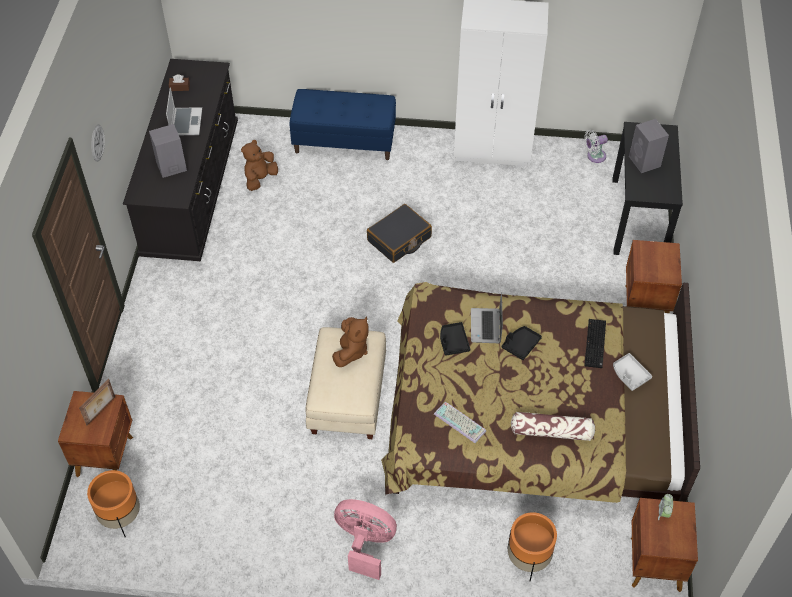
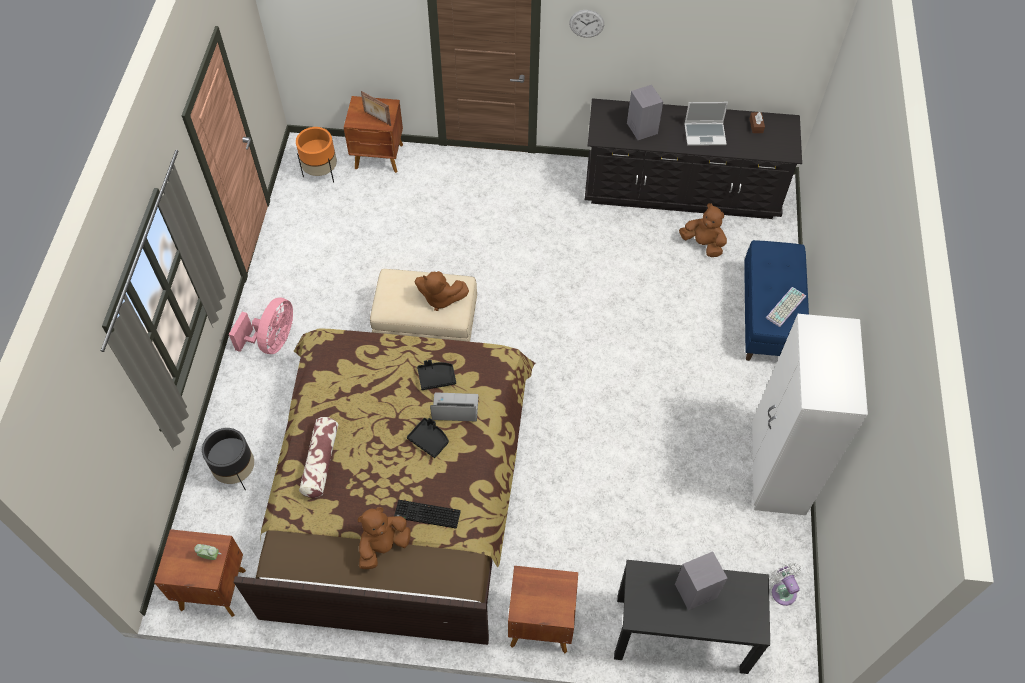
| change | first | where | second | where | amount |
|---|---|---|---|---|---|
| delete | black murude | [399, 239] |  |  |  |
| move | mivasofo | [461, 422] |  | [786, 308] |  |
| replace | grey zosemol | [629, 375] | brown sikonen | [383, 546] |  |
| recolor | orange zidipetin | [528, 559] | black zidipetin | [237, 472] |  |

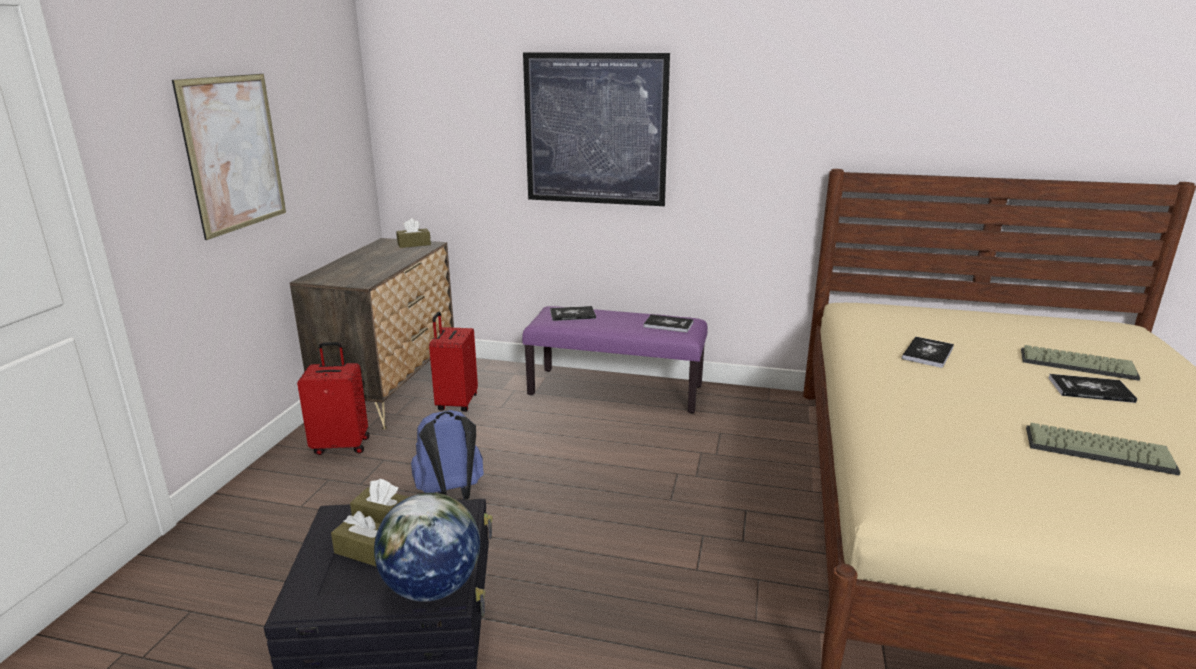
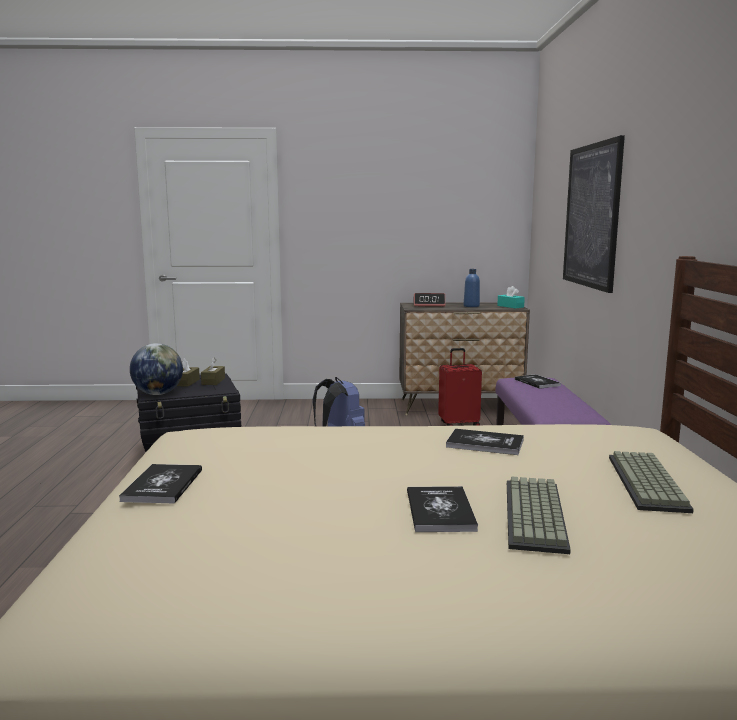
| change | first | where | second | where | amount |
|---|---|---|---|---|---|
| delete | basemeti | [234, 153] |  |  |  |
| delete | red murude | [341, 445] |  |  |  |
| insert |  |  | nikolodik | [429, 305] |  |
| insert |  |  | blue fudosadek | [471, 306] |  |
| move | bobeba | [668, 324] |  | [163, 485] |  |
| move | mivasofo | [1099, 449] |  | [649, 483] |  |
| recolor | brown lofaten | [414, 244] | turquoise lofaten | [510, 306] |  |

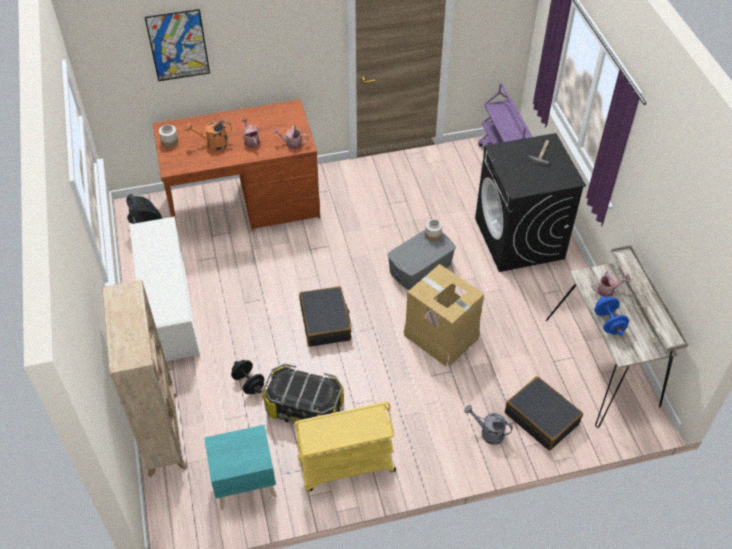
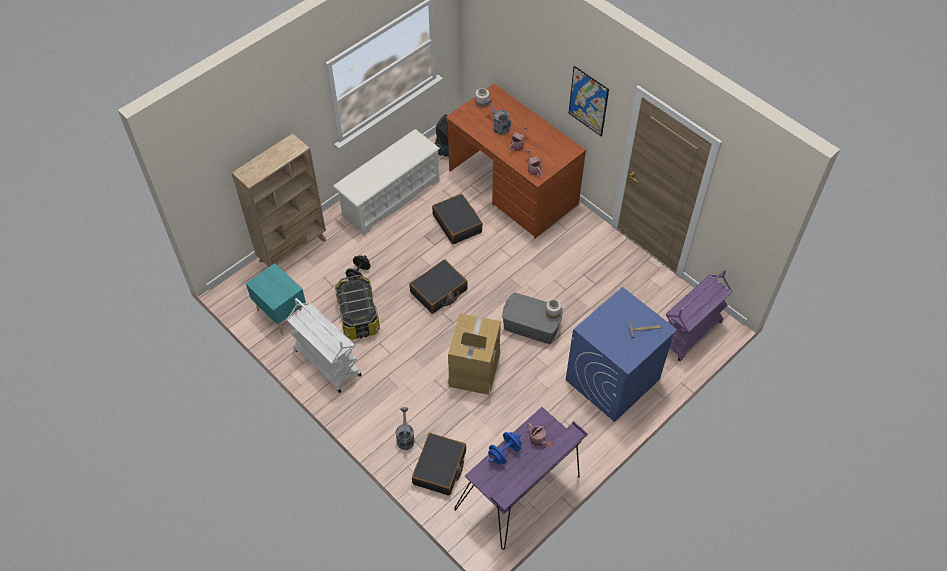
| change | first | where | second | where | amount |
|---|---|---|---|---|---|
| insert |  |  | black murude | [457, 223] |  |
| move | basemeti | [178, 45] |  | [588, 101] |  |
| recolor | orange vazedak | [213, 143] | grey vazedak | [499, 126] |  |
| recolor | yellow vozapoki | [345, 466] | white vozapoki | [326, 362] |  |
| recolor | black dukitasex | [519, 239] | blue dukitasex | [612, 380] |  |
| recolor | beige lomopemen | [605, 364] | purple lomopemen | [521, 493] |  |

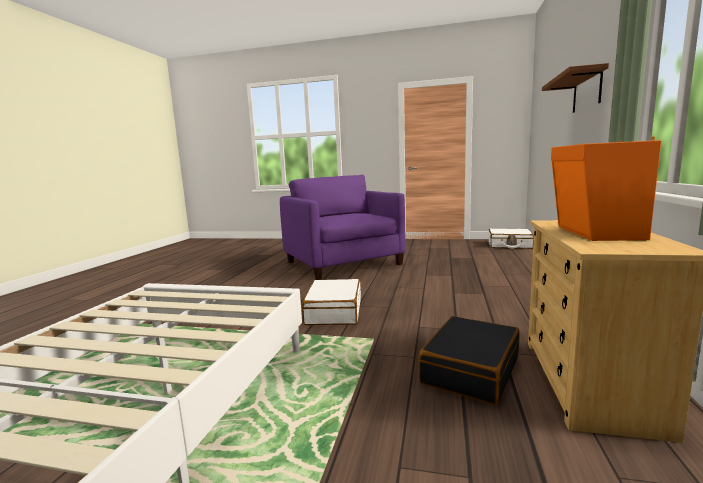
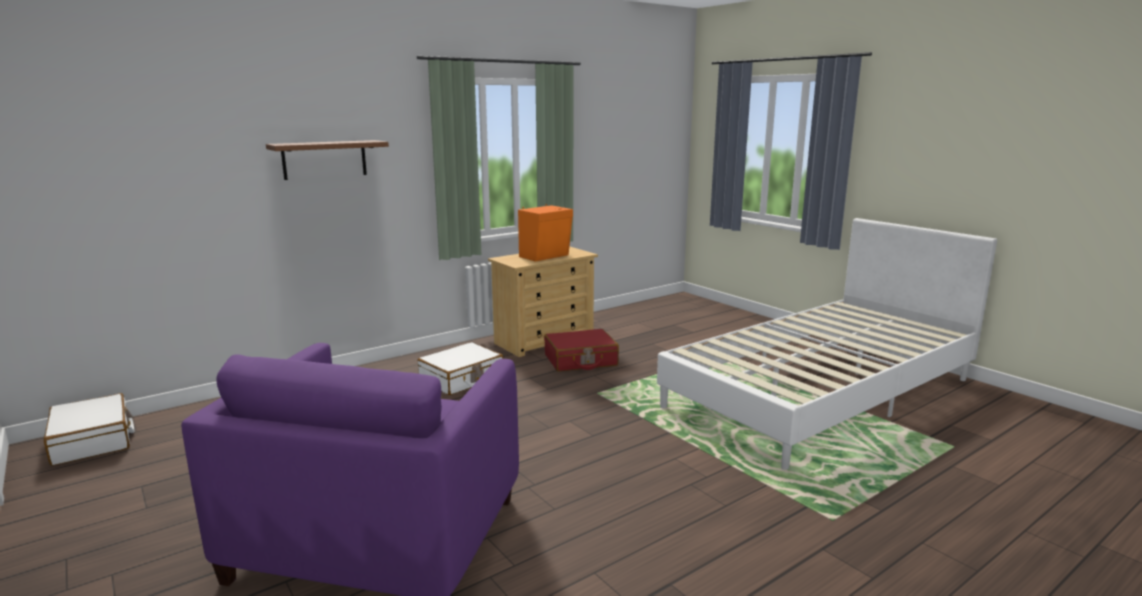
| change | first | where | second | where | amount |
|---|---|---|---|---|---|
| move | white murude | [333, 312] |  | [462, 379] |  |
| recolor | black murude | [470, 370] | red murude | [580, 360] |  |

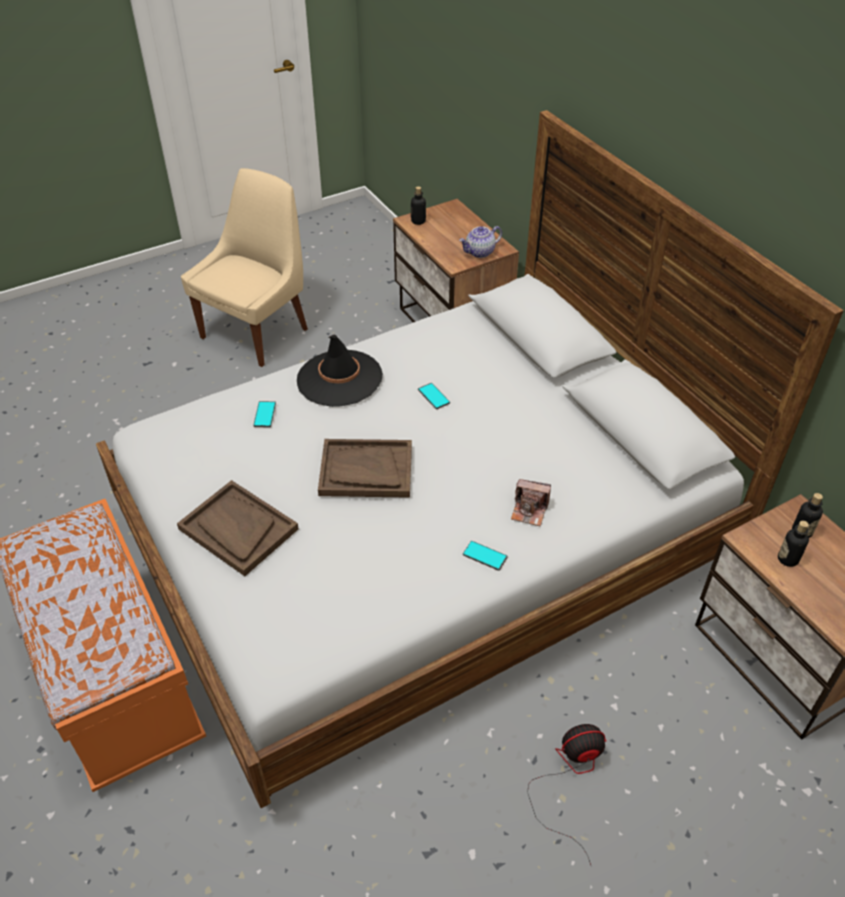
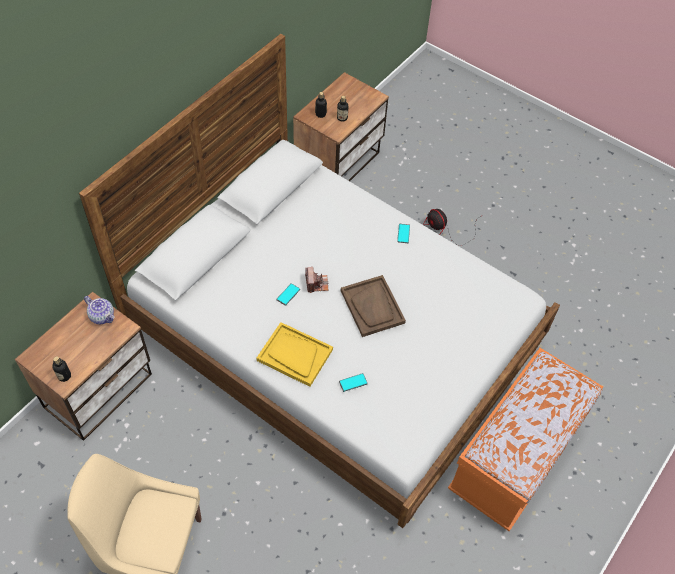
| change | first | where | second | where | amount |
|---|---|---|---|---|---|
| delete | brown zosemol | [238, 529] |  |  |  |
| move | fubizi | [529, 510] |  | [316, 284] |  |
| replace | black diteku | [339, 378] | yellow zosemol | [294, 355] |  |

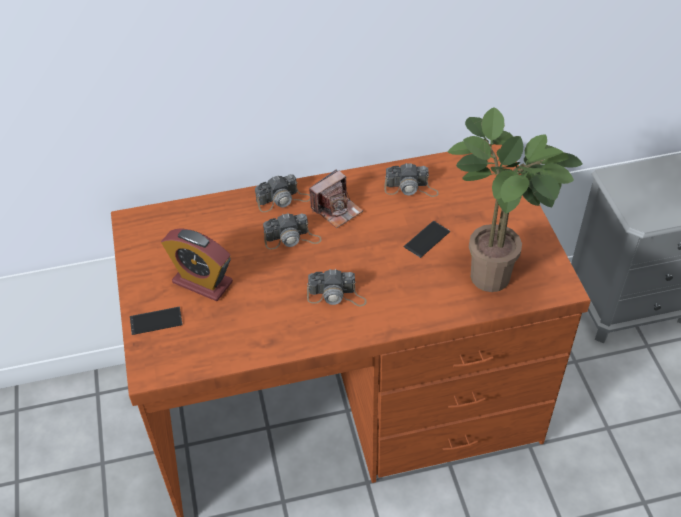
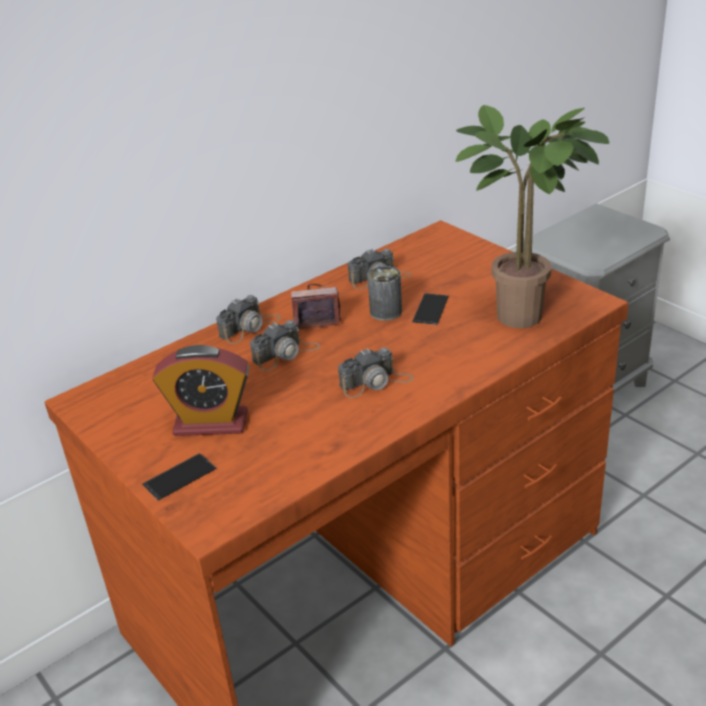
| change | first | where | second | where | amount |
|---|---|---|---|---|---|
| insert |  |  | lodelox | [386, 312] |  |
| rotate | fubizi | [336, 209] |  | [315, 316] | 120 degrees counterclockwise |

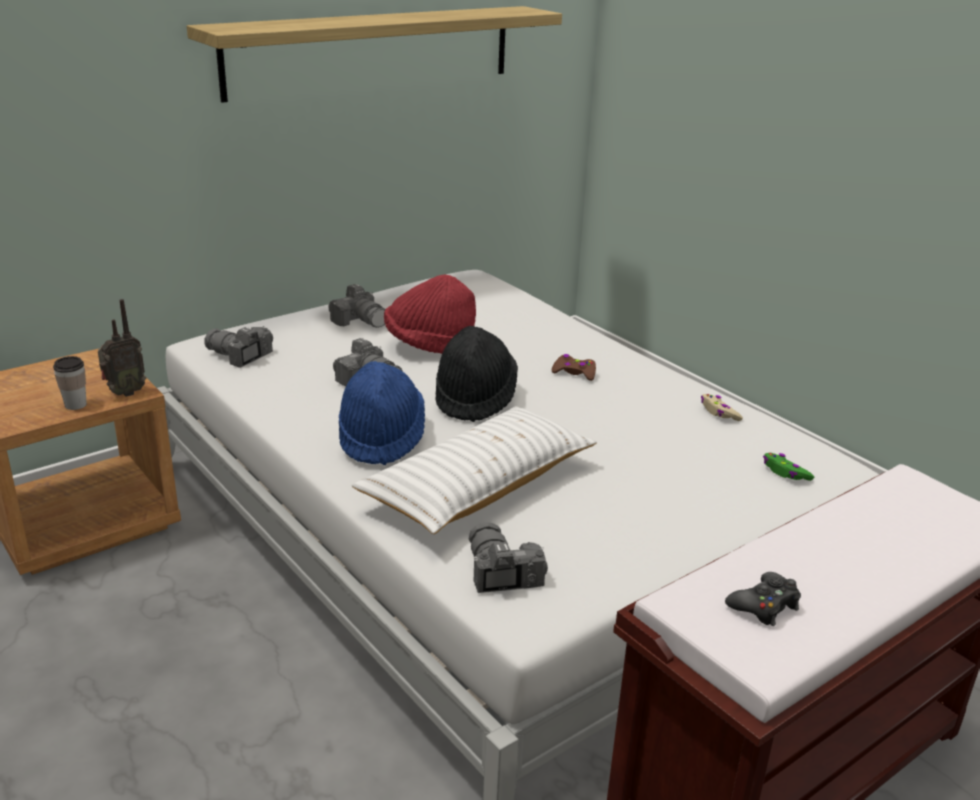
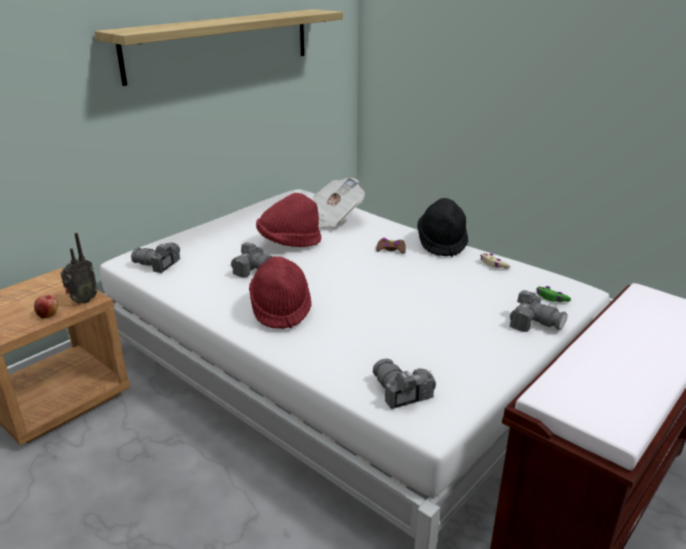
| change | first | where | second | where | amount |
|---|---|---|---|---|---|
| delete | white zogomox | [478, 487] |  |  |  |
| delete | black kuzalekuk | [764, 606] |  |  |  |
| insert |  |  | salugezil | [332, 218] |  |
| move | fubizi | [361, 321] |  | [534, 323] |  |
| move | black diteku | [475, 398] |  | [442, 243] |  |
| replace | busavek | [75, 405] | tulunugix | [48, 314] |  |
| recolor | blue diteku | [381, 437] | red diteku | [280, 309] |  |

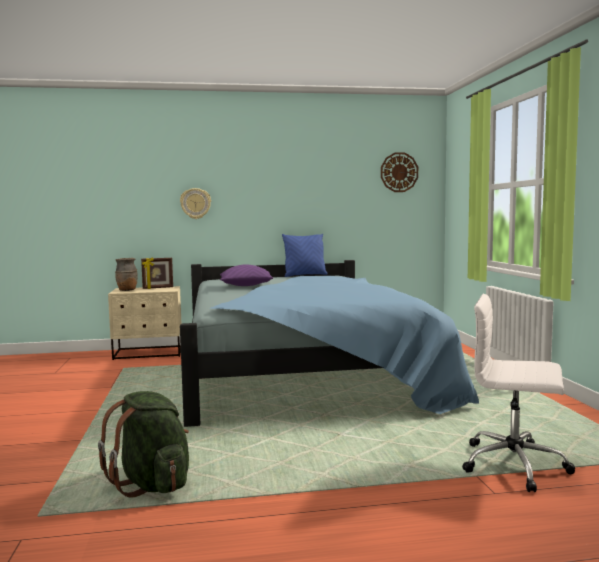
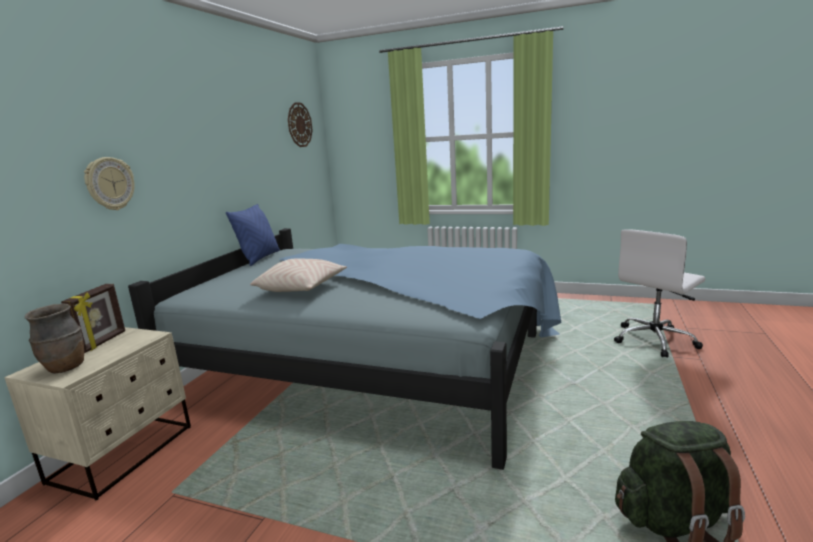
| change | first | where | second | where | amount |
|---|---|---|---|---|---|
| recolor | purple zogomox | [246, 286] | beige zogomox | [302, 288] |  |

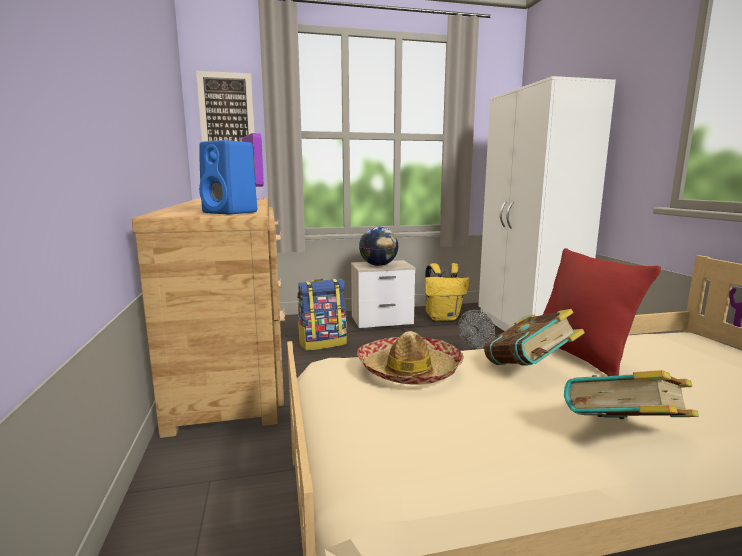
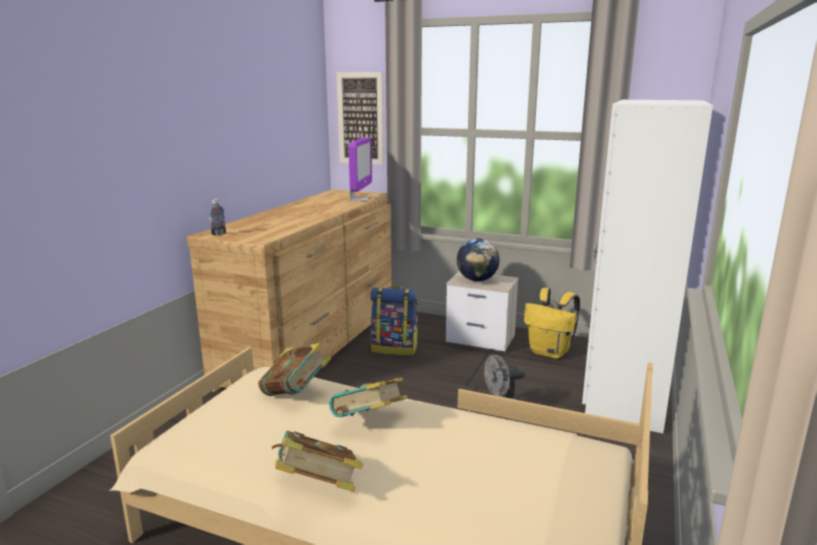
| change | first | where | second | where | amount |
|---|---|---|---|---|---|
| delete | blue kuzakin | [232, 212] |  |  |  |
| delete | red zogomox | [580, 356] |  |  |  |
| insert |  |  | fudosadek | [218, 234] |  |
| replace | diteku | [409, 370] | bobeba | [296, 394] |  |

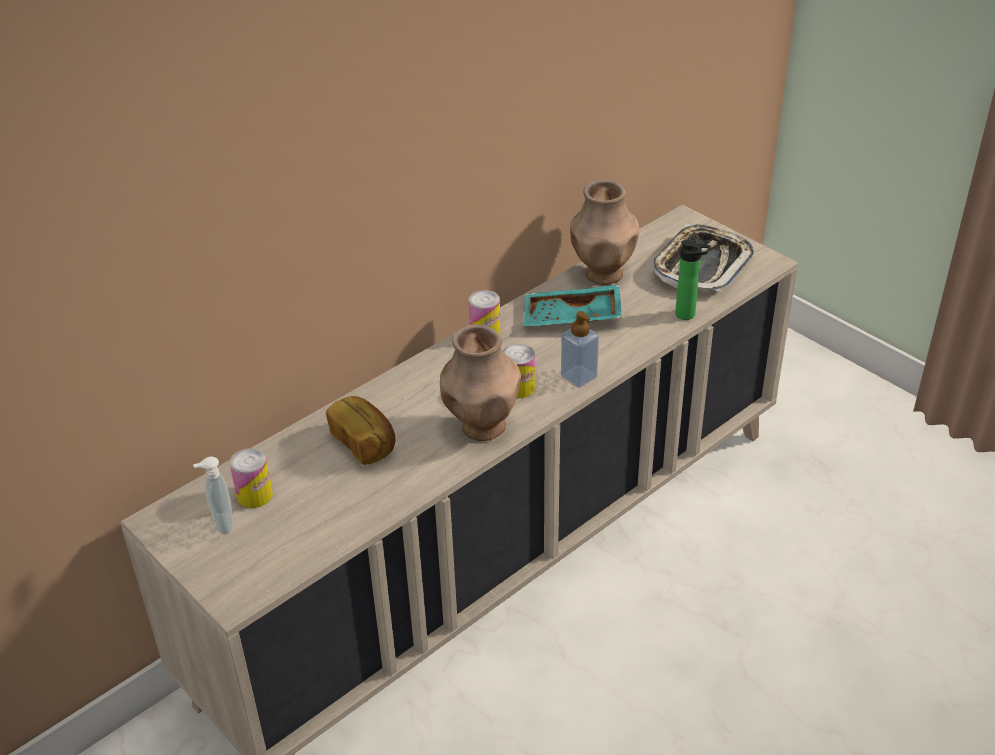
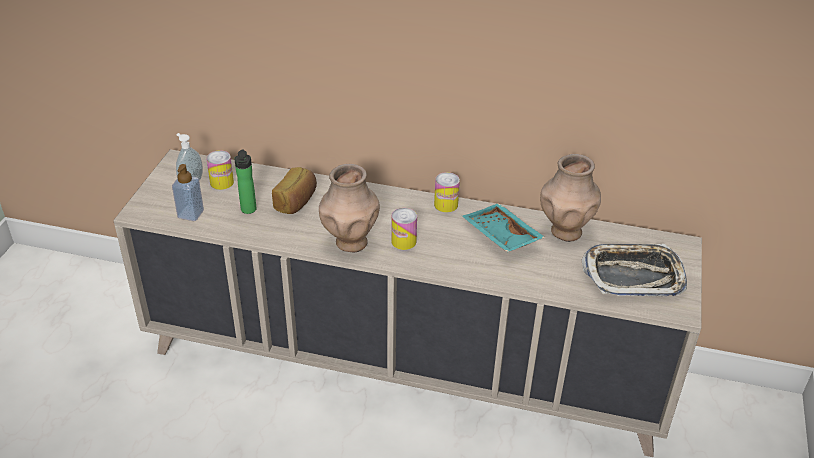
| change | first | where | second | where | amount |
|---|---|---|---|---|---|
| move | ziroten | [579, 377] |  | [190, 214] |  |
| move | fudosadek | [688, 315] |  | [248, 211] |  |

